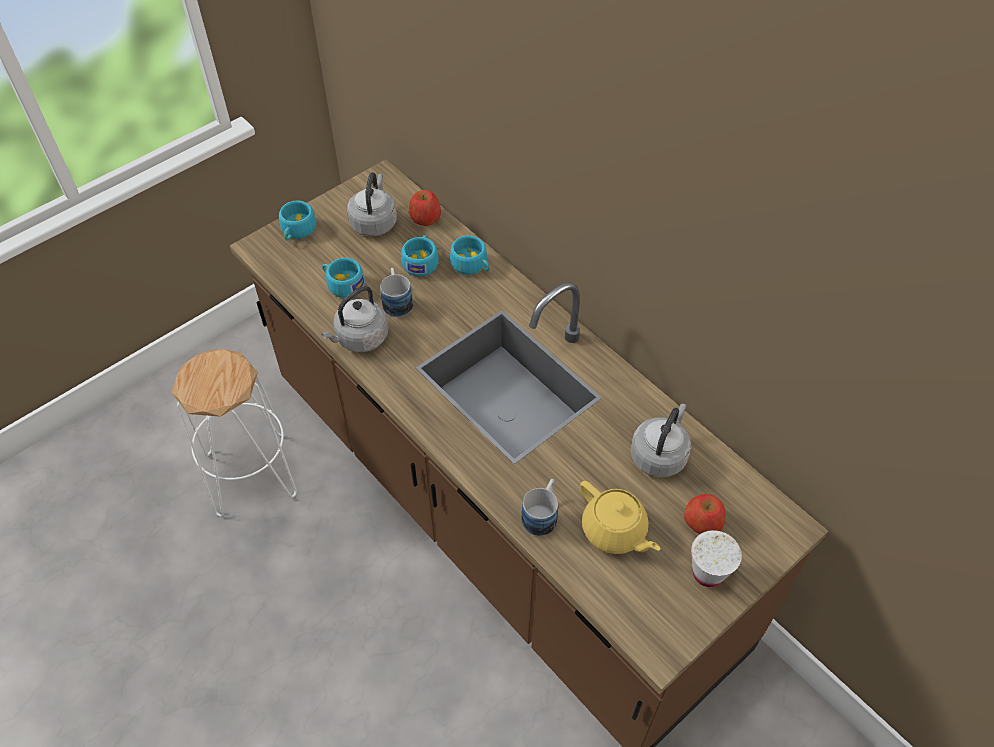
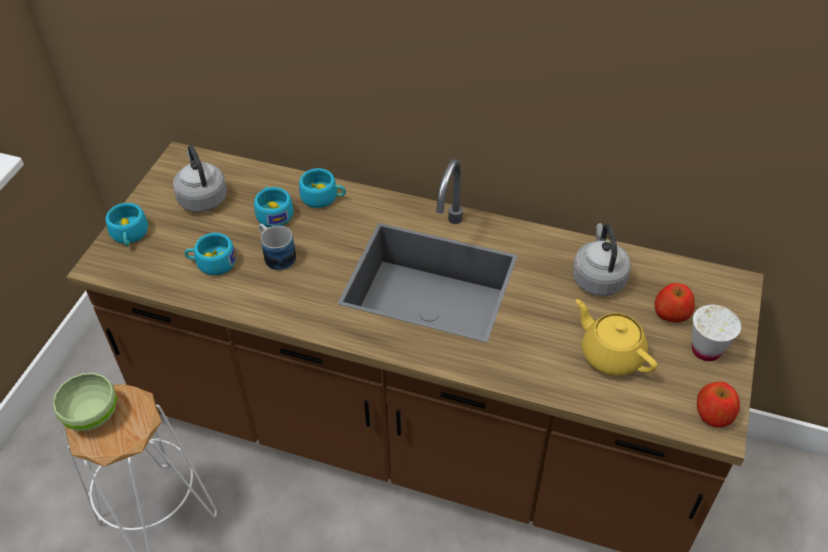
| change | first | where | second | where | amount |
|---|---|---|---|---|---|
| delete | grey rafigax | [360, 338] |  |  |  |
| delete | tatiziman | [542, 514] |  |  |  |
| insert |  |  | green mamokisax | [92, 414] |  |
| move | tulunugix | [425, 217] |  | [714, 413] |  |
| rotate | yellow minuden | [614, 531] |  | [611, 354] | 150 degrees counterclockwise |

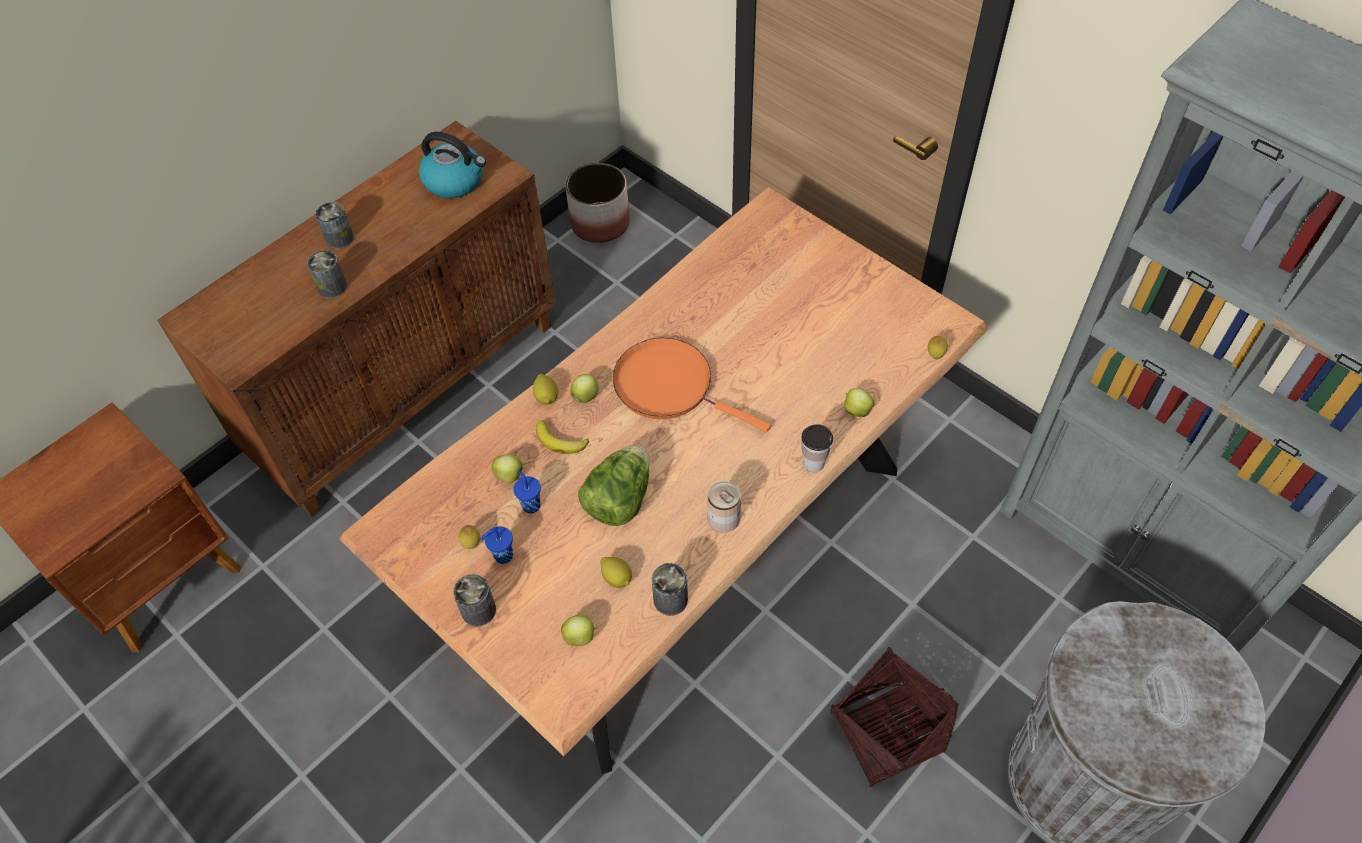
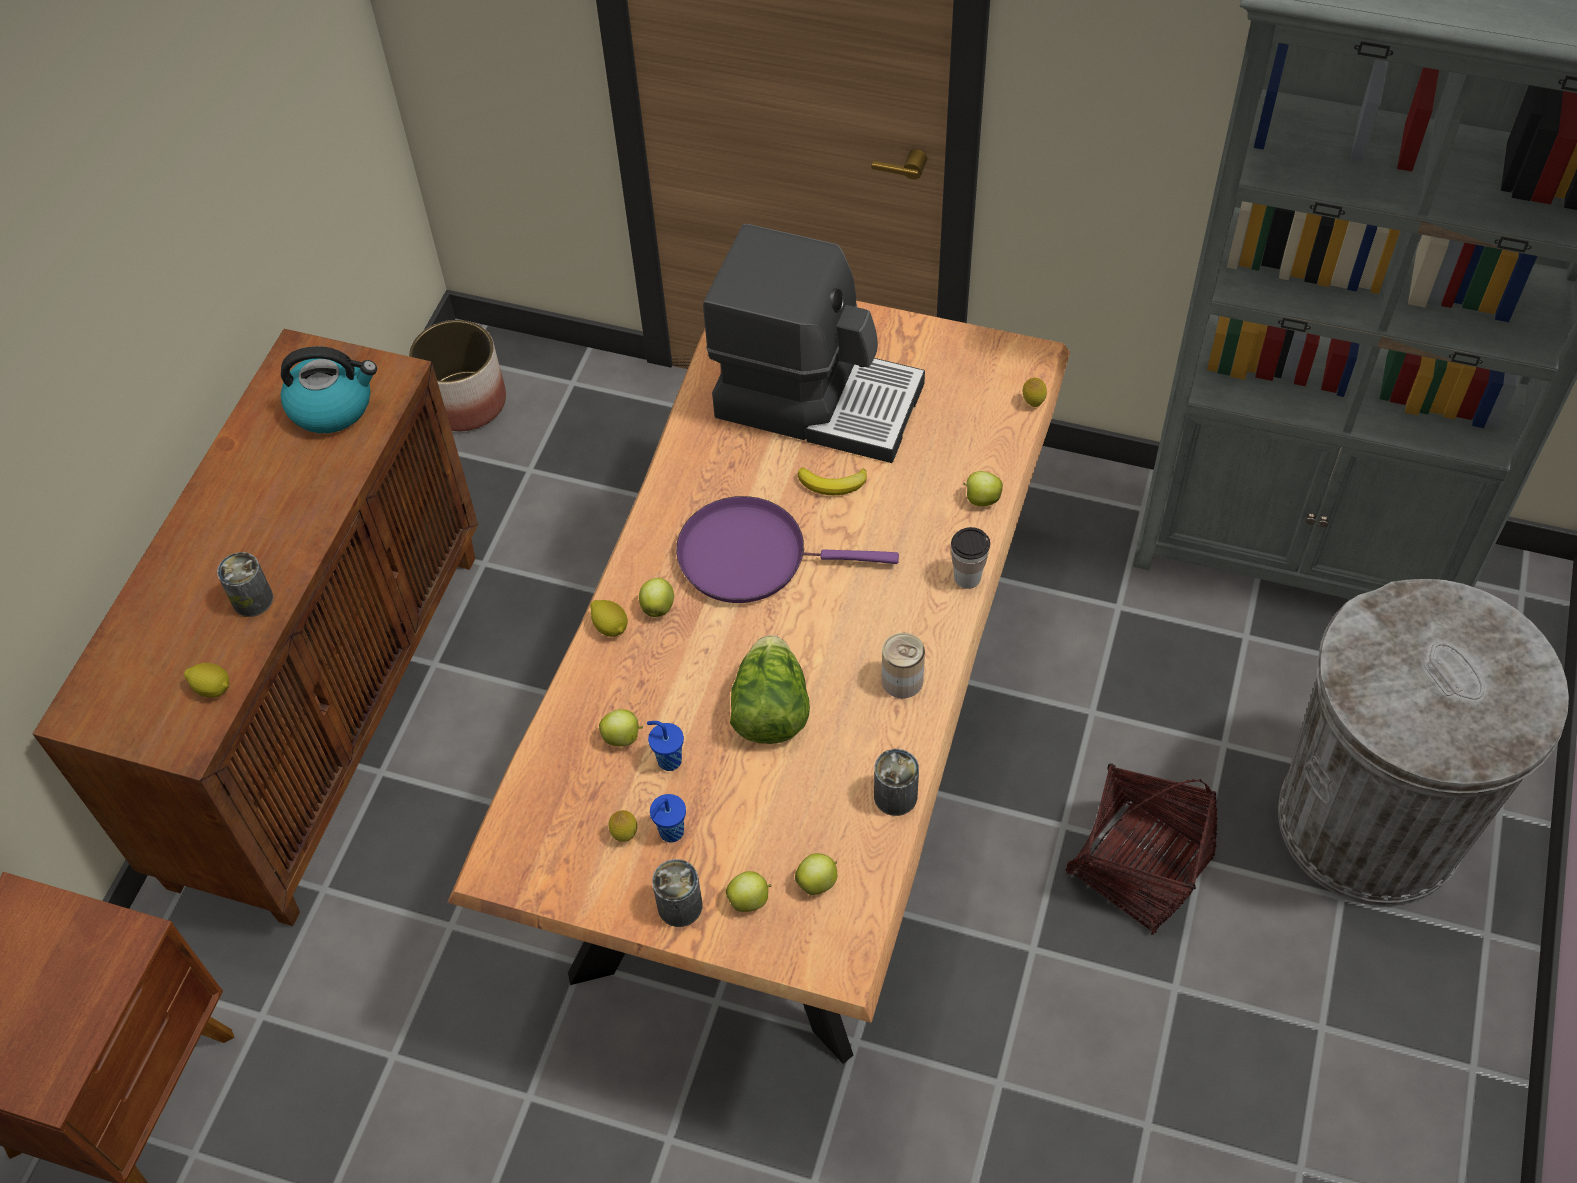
| change | first | where | second | where | amount |
|---|---|---|---|---|---|
| delete | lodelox | [339, 238] |  |  |  |
| insert |  |  | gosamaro | [818, 398] |  |
| insert |  |  | tulunugix | [750, 899] |  |
| move | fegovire | [559, 442] |  | [833, 484] |  |
| move | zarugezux | [617, 578] |  | [213, 688] |  |
| recolor | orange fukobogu | [669, 386] | purple fukobogu | [751, 556] |  |

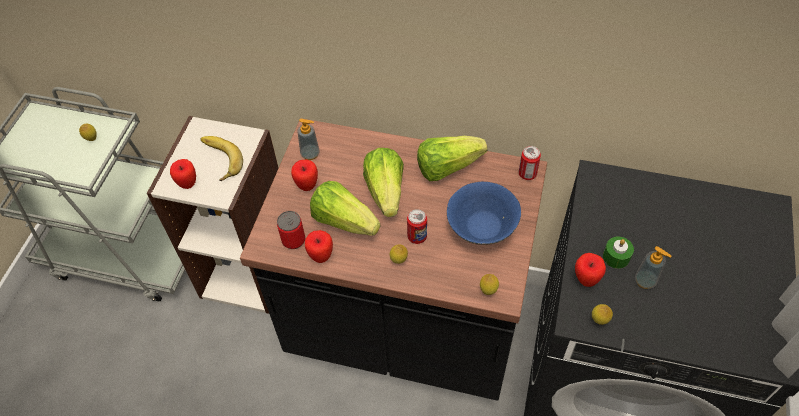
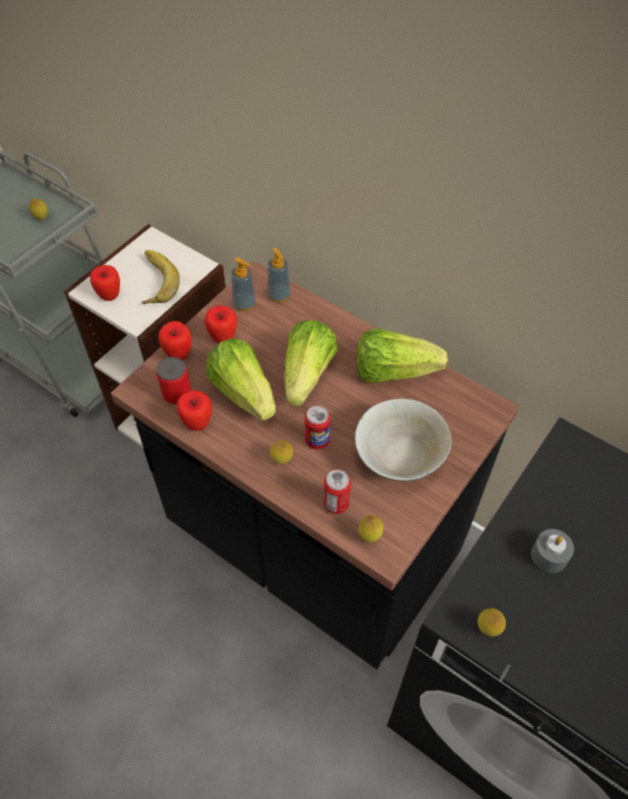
| change | first | where | second | where | amount |
|---|---|---|---|---|---|
| move | lodelox | [527, 174] |  | [336, 503] |  |
| move | tulunugix | [586, 280] |  | [178, 354] |  |
| move | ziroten | [645, 281] |  | [279, 295] |  |
| recolor | blue mamokisax | [481, 227] | beige mamokisax | [399, 457] |  |
| recolor | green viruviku | [616, 257] | grey viruviku | [549, 556] |  |

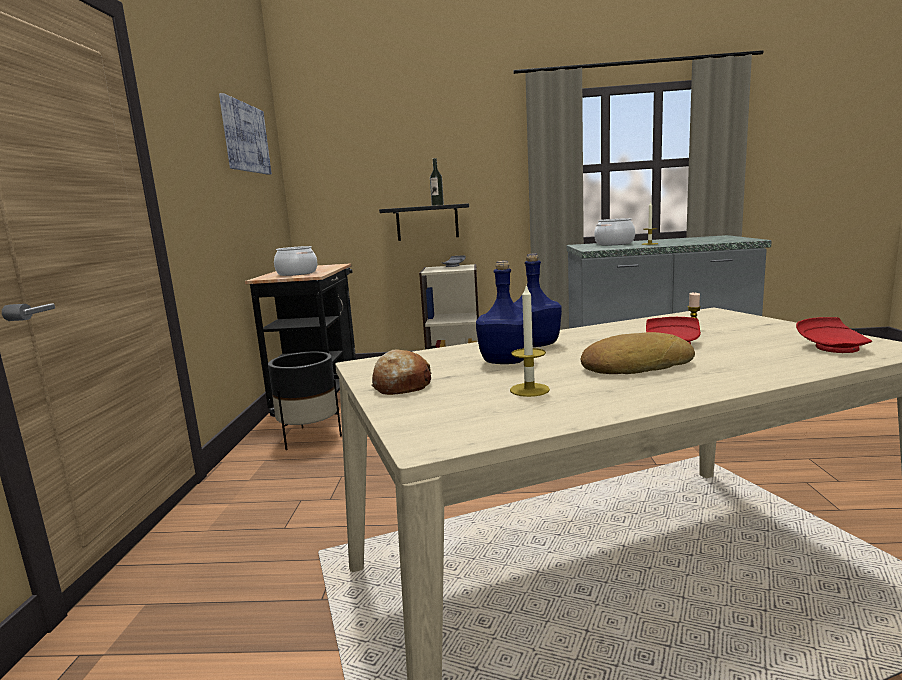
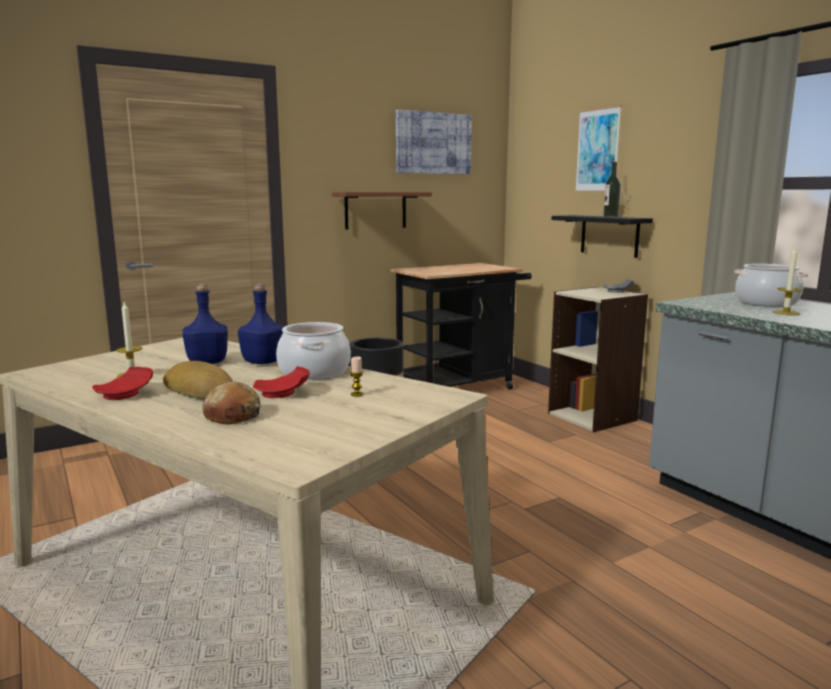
| change | first | where | second | where | amount |
|---|---|---|---|---|---|
| insert |  |  | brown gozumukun | [375, 210] |  |
| insert |  |  | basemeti | [597, 150] |  |
| move | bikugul | [296, 273] |  | [314, 372] |  |
| move | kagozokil | [401, 385] |  | [233, 416] |  |
| move | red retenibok | [832, 347] |  | [126, 394] |  |

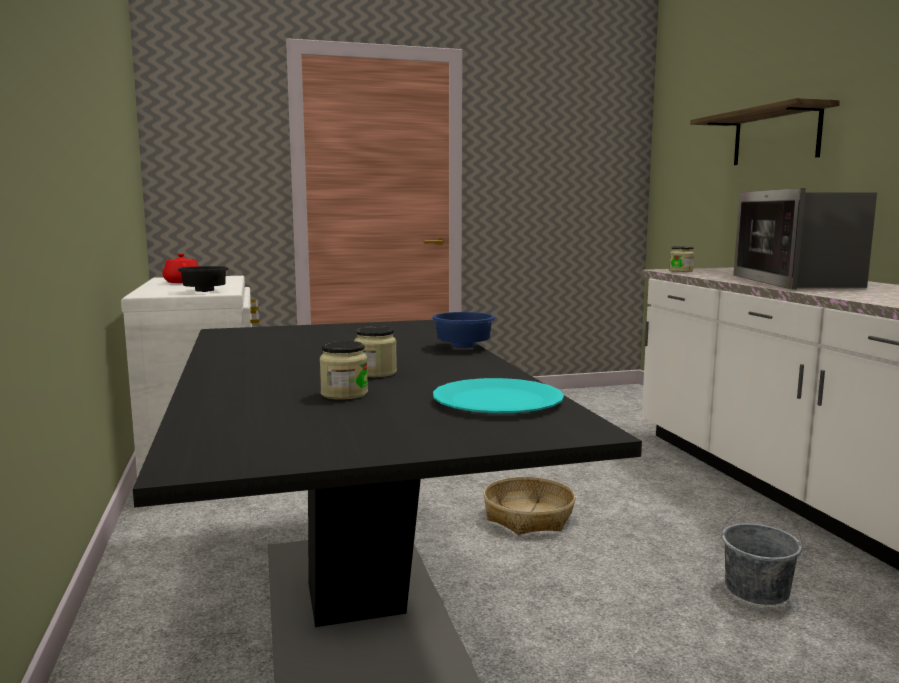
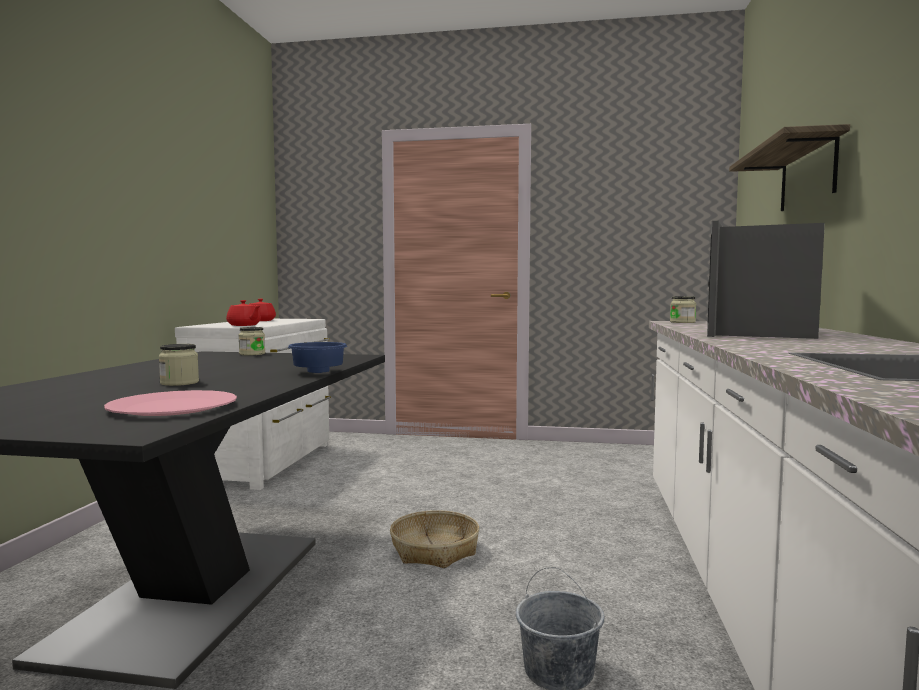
| change | first | where | second | where | amount |
|---|---|---|---|---|---|
| move | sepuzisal | [344, 394] |  | [252, 354] |  |
| replace | black mamokisax | [206, 291] | red minuden | [244, 325] |  |
| recolor | turquoise retenibok | [498, 400] | pink retenibok | [173, 407] |  |

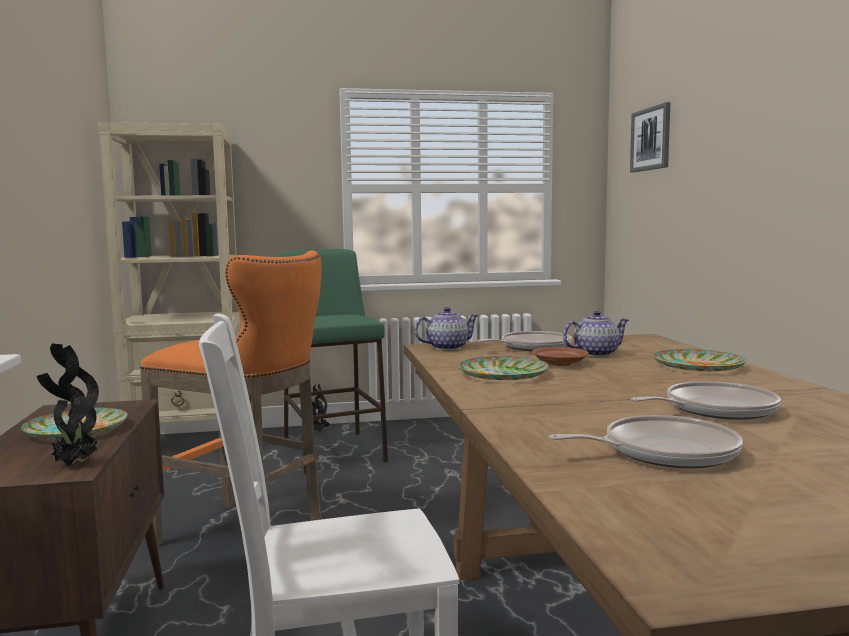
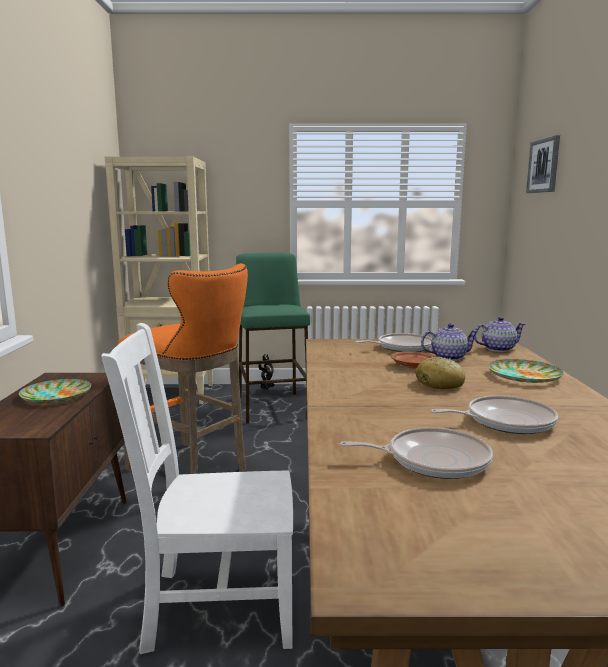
| change | first | where | second | where | amount |
|---|---|---|---|---|---|
| delete | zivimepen | [74, 464] |  |  |  |
| delete | retenibok | [503, 374] |  |  |  |
| insert |  |  | kagozokil | [440, 384] |  |
| move | minuden | [446, 347] |  | [497, 349] |  |

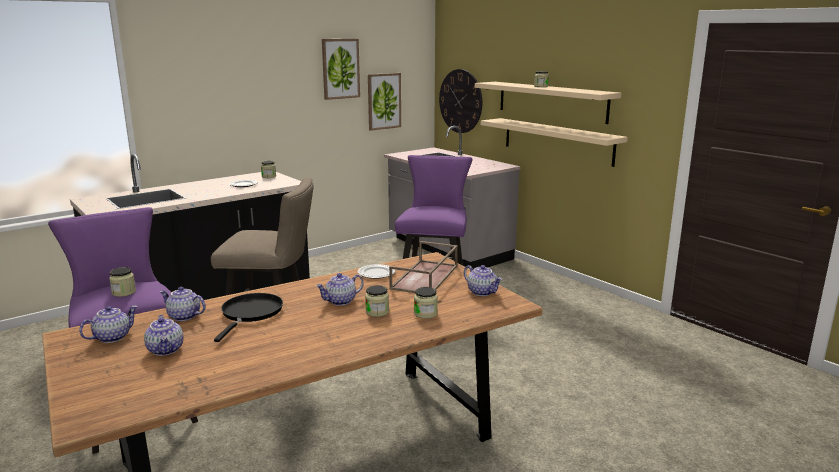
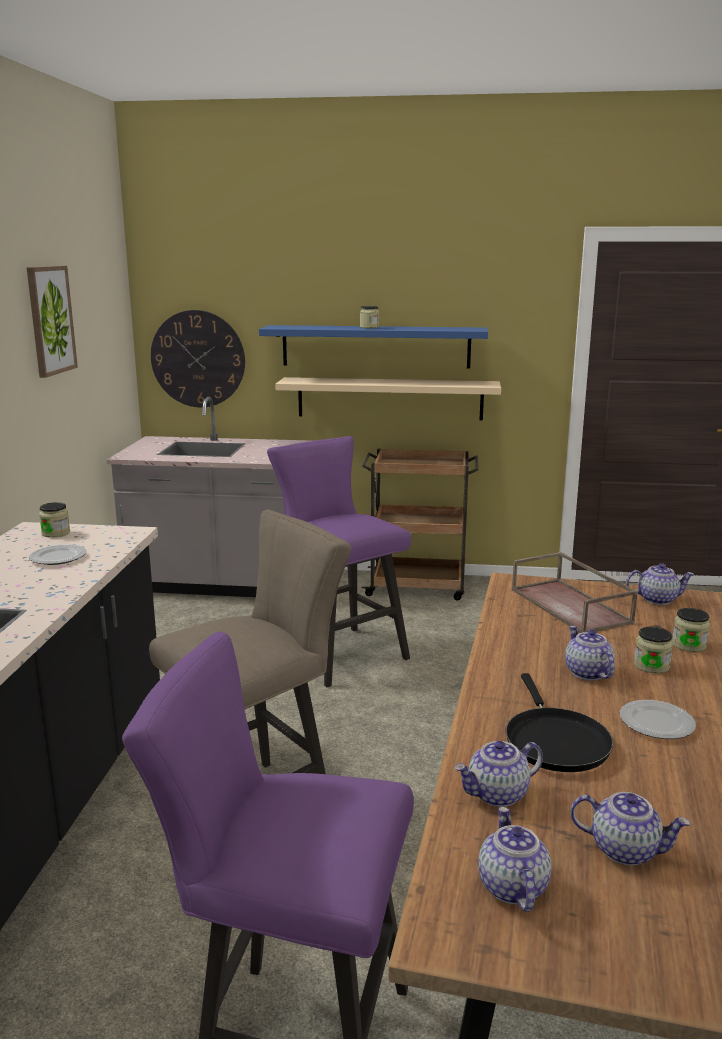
| change | first | where | second | where | amount |
|---|---|---|---|---|---|
| delete | sepuzisal | [124, 292] |  |  |  |
| delete | basemeti | [384, 101] |  |  |  |
| insert |  |  | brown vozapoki | [418, 586] |  |
| move | retenibok | [376, 273] |  | [656, 723] |  |
| recolor | beige gozumukun | [551, 101] | blue gozumukun | [375, 346] |  |
| rotate | black fukobogu | [250, 313] |  | [554, 741] | 150 degrees counterclockwise |
| rotate | minuden | [340, 301] |  | [587, 672] | 150 degrees clockwise |

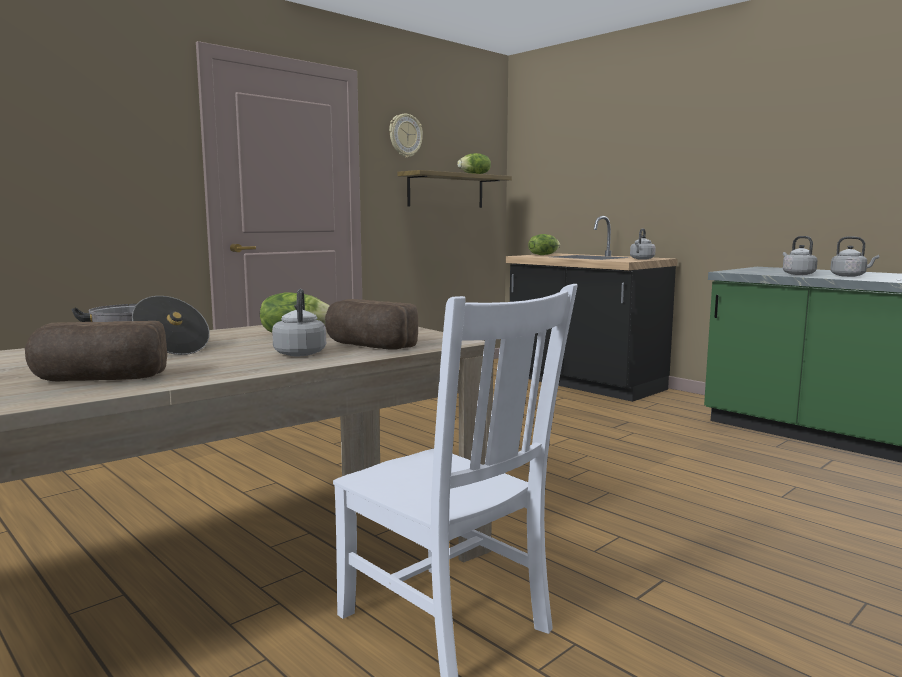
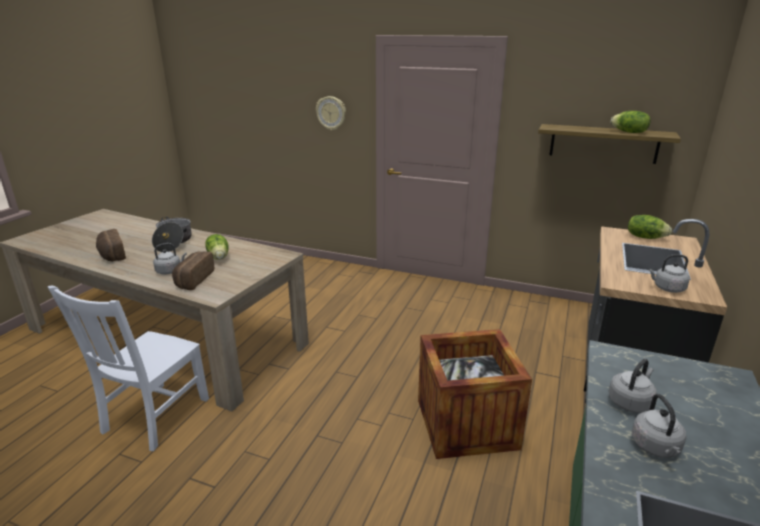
| change | first | where | second | where | amount |
|---|---|---|---|---|---|
| insert |  |  | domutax | [466, 423] |  |
| move | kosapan | [405, 135] |  | [331, 113] |  |

